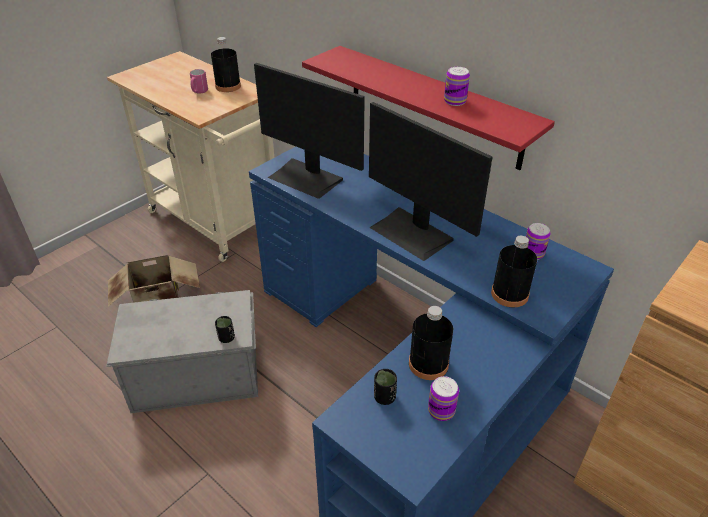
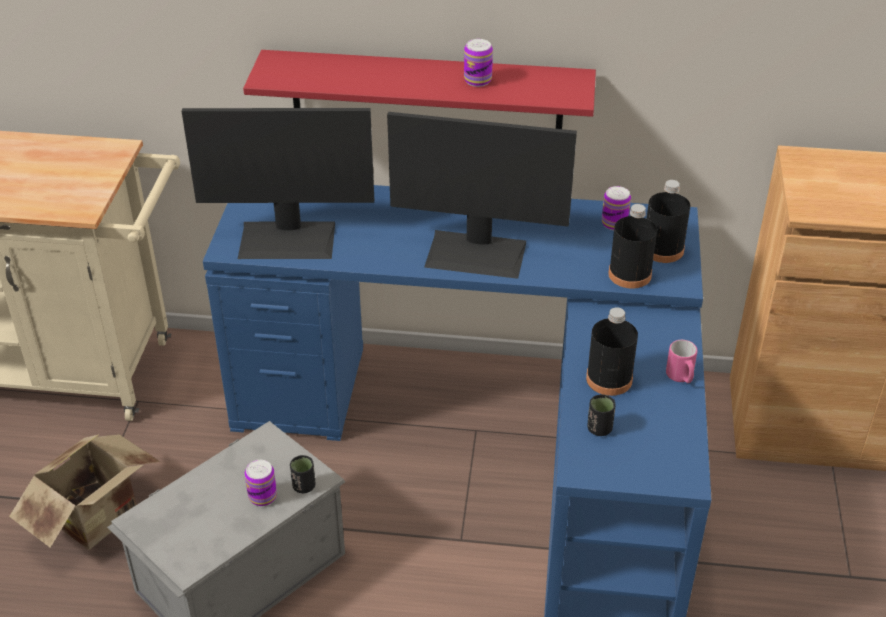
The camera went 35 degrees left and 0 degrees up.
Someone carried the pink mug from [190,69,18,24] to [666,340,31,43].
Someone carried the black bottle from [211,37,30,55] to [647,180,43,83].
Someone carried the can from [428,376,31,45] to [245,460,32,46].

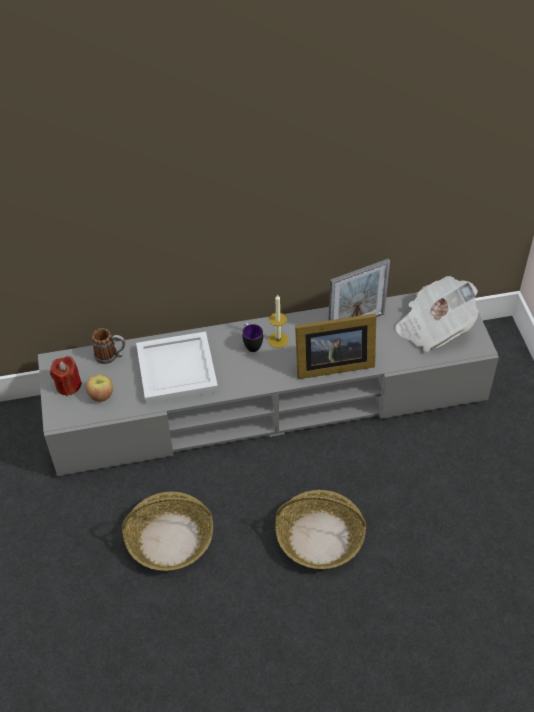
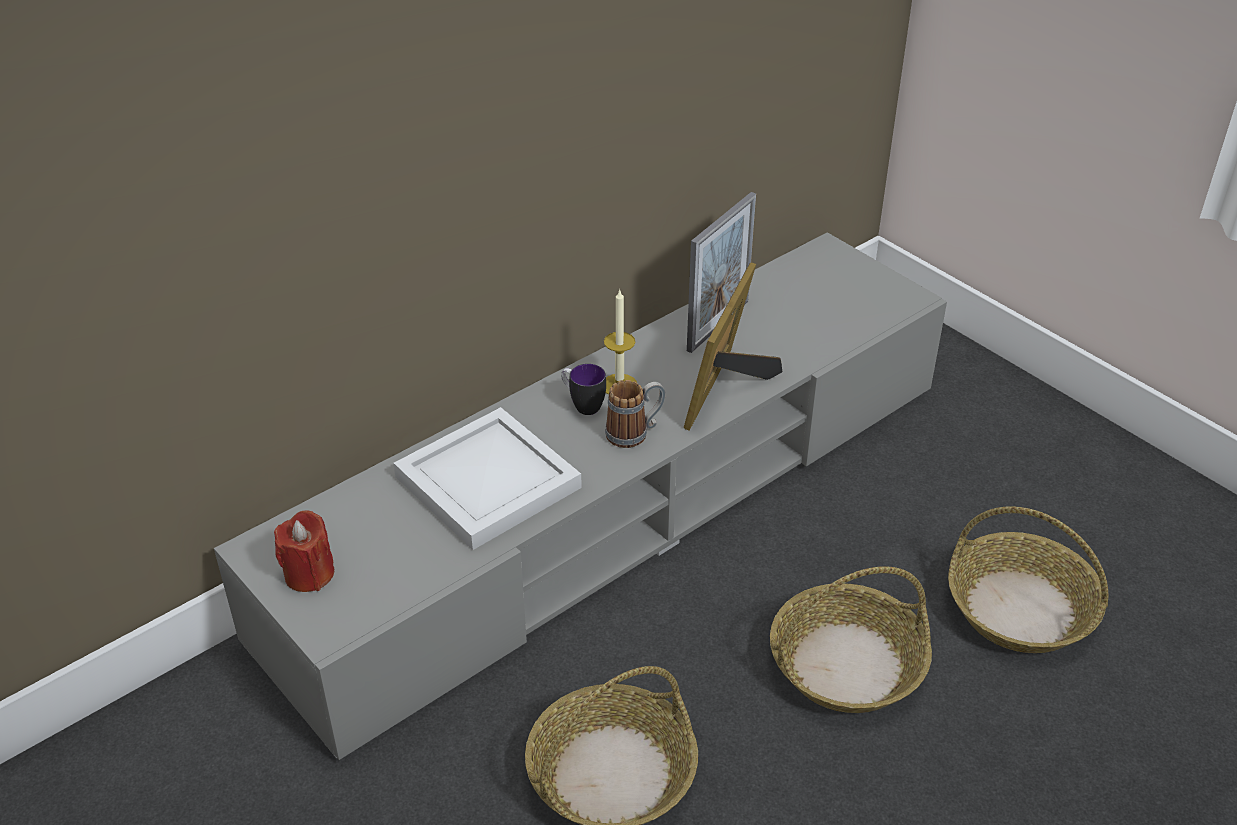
The camera went 30 degrees left and 10 degrees down.
Someone took away the apple at [86,374,27,28].
Someone took away the newspaper at [395,276,84,76].
Someone put down the basket at [948,506,160,147].
Someone carried the mug from [92,328,33,36] to [605,380,61,68].
Someone rotated the picture frame at [295,313,82,66] by 150 degrees clockwise.

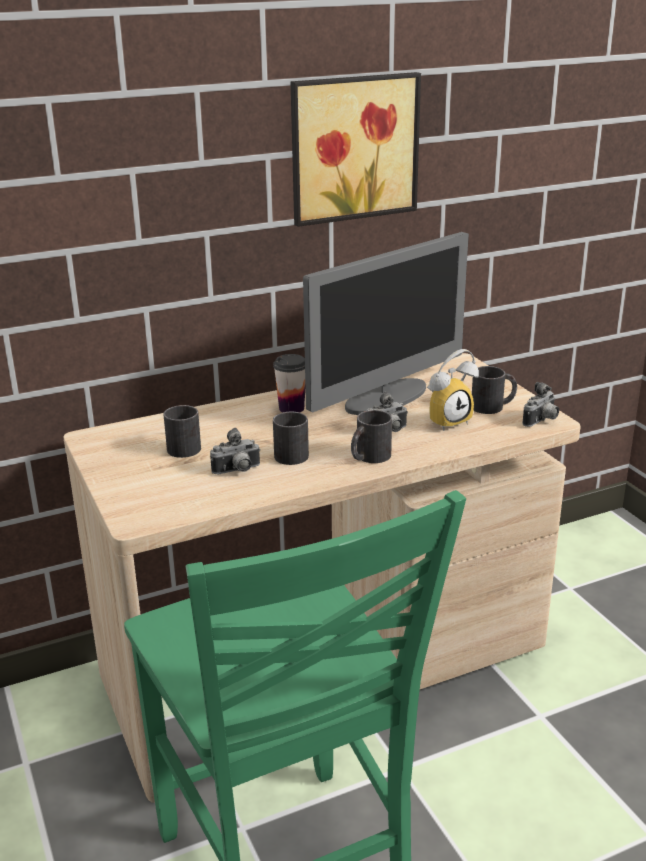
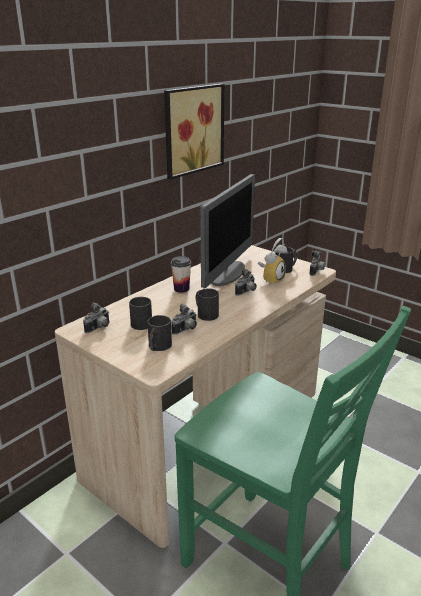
The camera went 25 degrees left and 0 degrees up.
Someone put down the photo camera at [83,302,27,31].
Someone carried the black mug from [351,410,41,53] to [147,315,25,36].

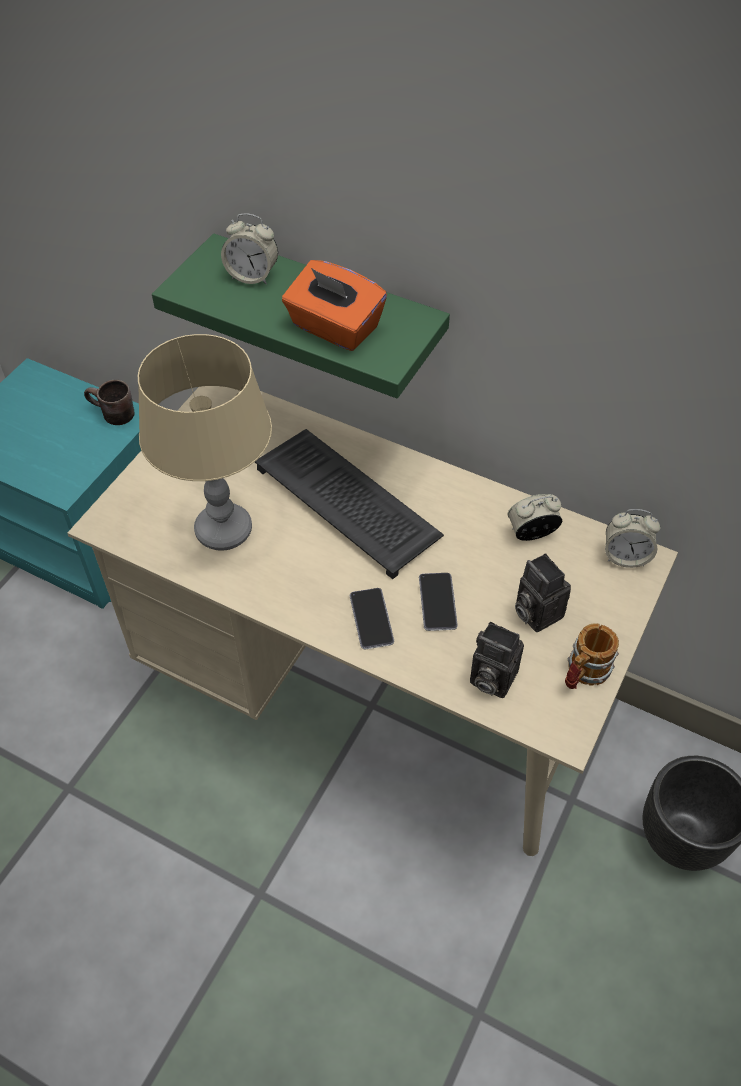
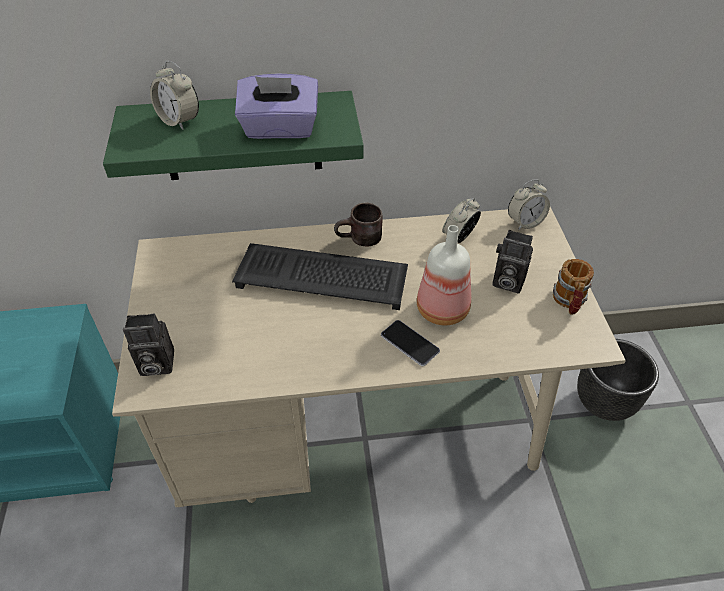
The camera went 35 degrees left and 5 degrees down.
Someone took away the beige table lamp at [138,334,134,217].
Someone carried the brown mug from [84,380,51,45] to [334,203,49,43].
Someone carried the photo camera from [470,622,54,76] to [123,313,51,63].
Someone swapped the phone at [419,573,39,58] for the bottle at [417,225,54,100].
Someone repainted the orange tissue box at [282,260,105,91], which became the purple tissue box at [235,73,83,66].
Someone rotated the alarm clock at [221,213,57,72] by 60 degrees clockwise.

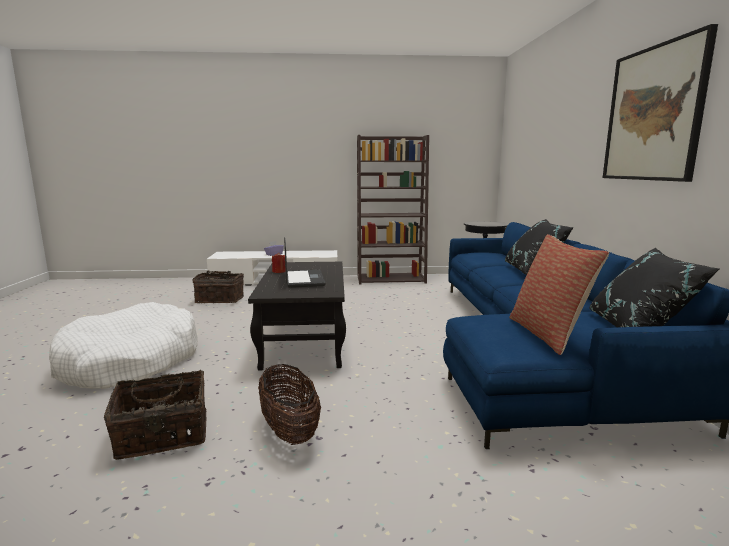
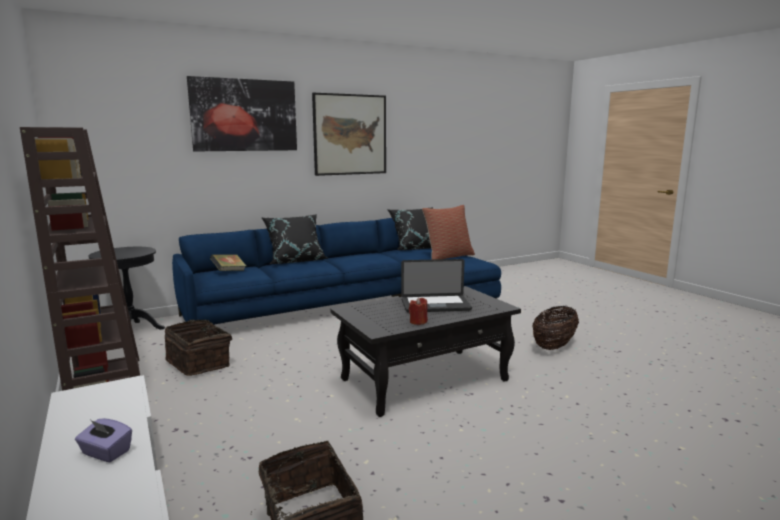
The camera went 115 degrees left and 0 degrees up.
Someone took away the white dog bed at [49,302,149,87].
Someone put up the picture at [187,76,110,75].
Someone put down the book at [210,254,36,17].
Someone carried the basket from [104,370,103,90] to [165,319,67,57].
Someone rotated the laptop at [284,238,42,50] by 150 degrees counterclockwise.

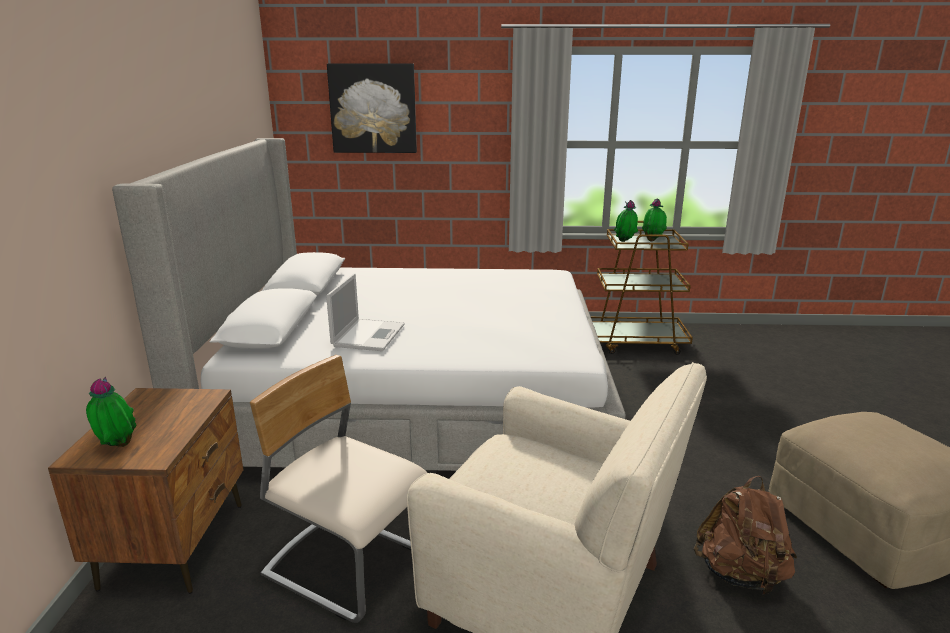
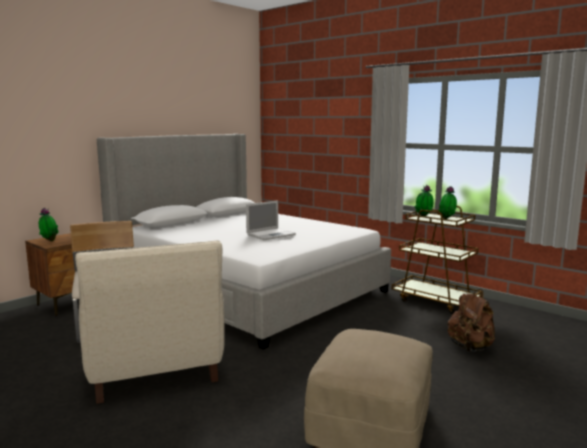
The camera went 40 degrees right and 10 degrees down.
Someone took away the picture at [327,63,90,90].
Someone carried the laptop from [326,273,79,78] to [246,200,50,40].
Someone carried the brown backpack from [694,476,103,120] to [447,289,48,63].

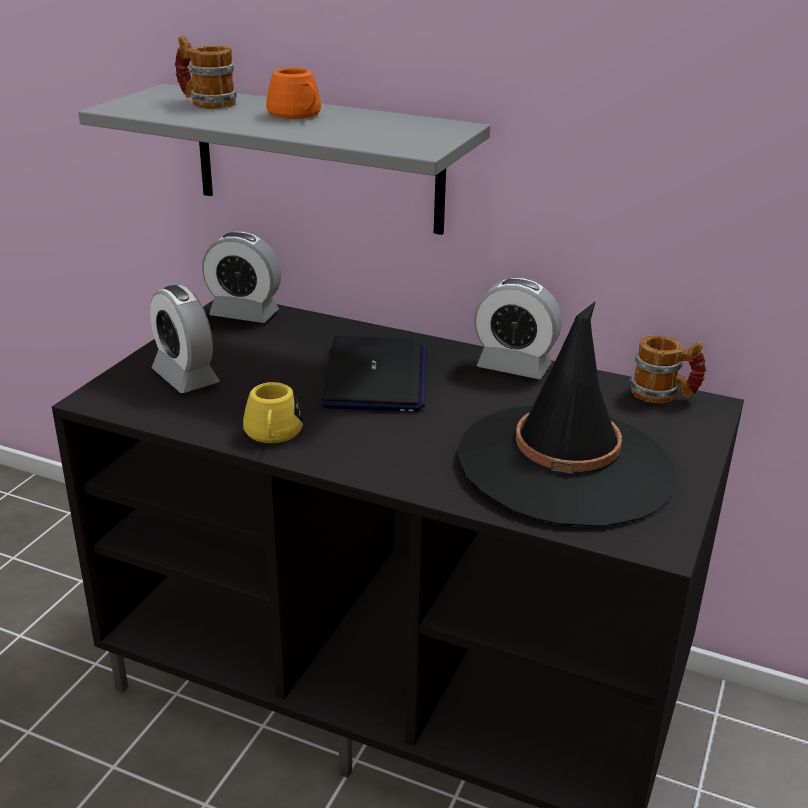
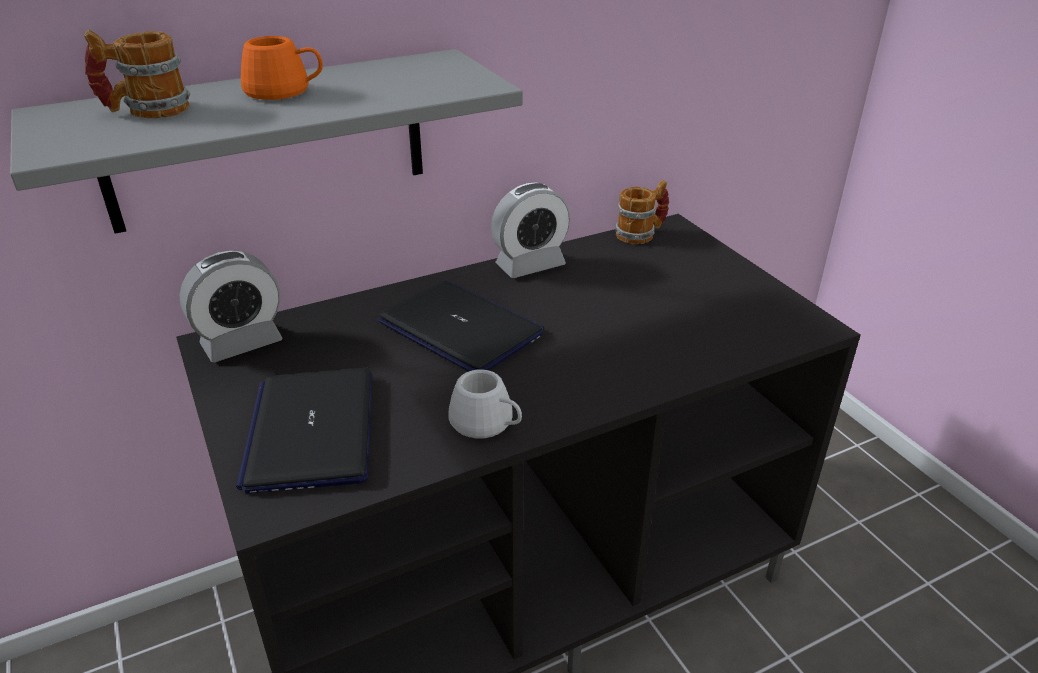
The camera went 50 degrees left and 5 degrees up.
Someone took away the black hat at [458,301,219,226].
Someone swapped the alarm clock at [150,285,70,108] for the laptop at [236,367,137,127].
Someone repainted the yellow mug at [243,382,60,61], which became the white mug at [448,370,74,68].

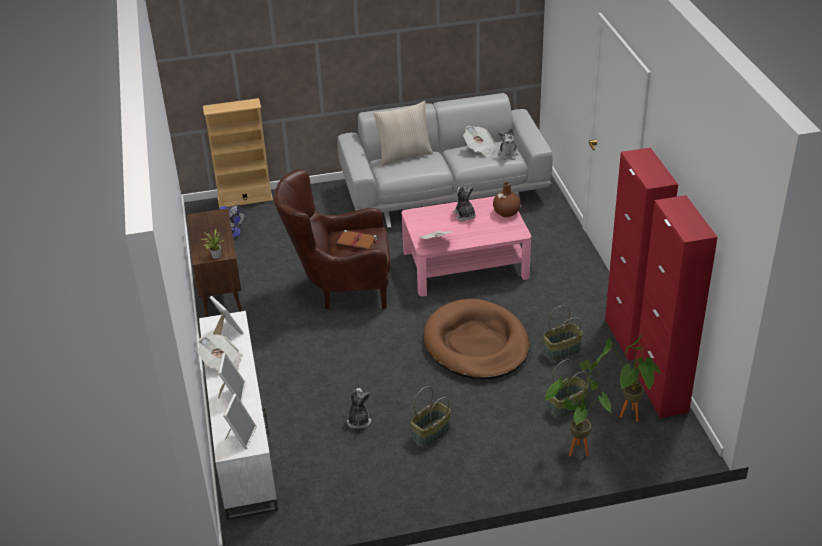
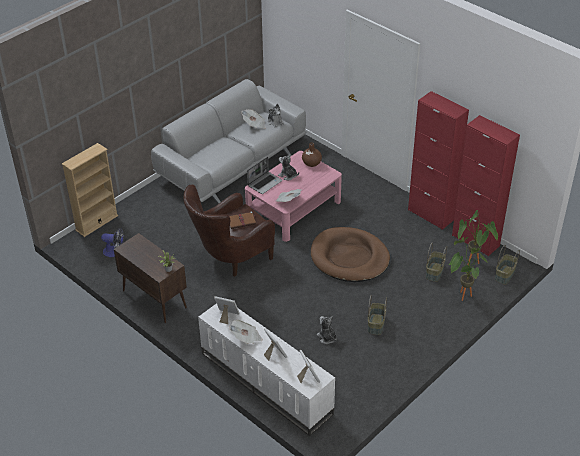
The camera went 35 degrees left and 5 degrees up.
Someone took away the beige pillow at [373,101,60,65].
Someone put down the laptop at [247,157,35,37].
Someone carried the basket from [543,306,40,55] to [495,245,25,39].

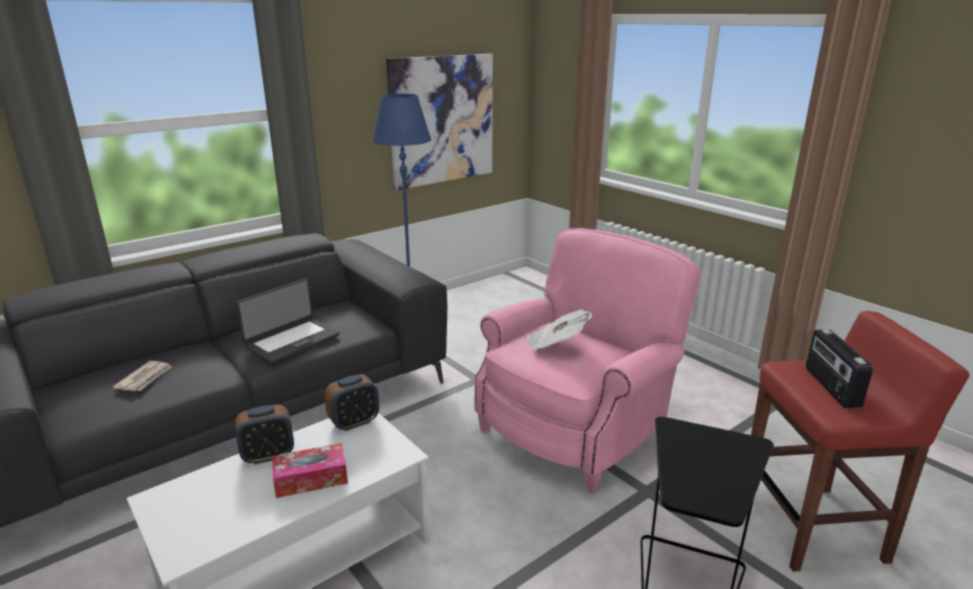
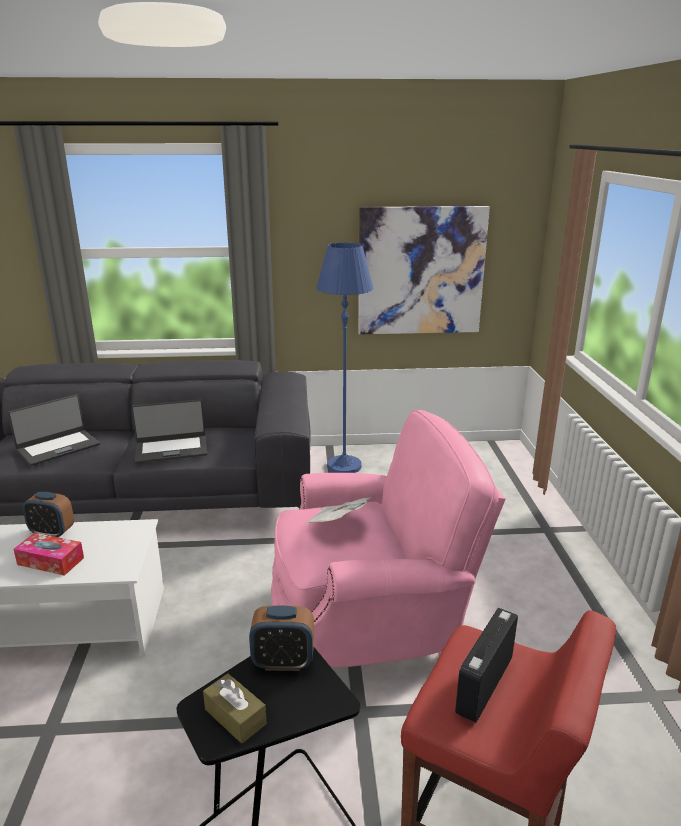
The camera went 35 degrees right and 0 degrees up.
Someone put down the brown tissue box at [203,673,64,71].
Someone carried the alarm clock from [325,374,54,57] to [249,605,65,66].
Someone swapped the newspaper at [113,361,59,30] for the laptop at [8,394,92,72].

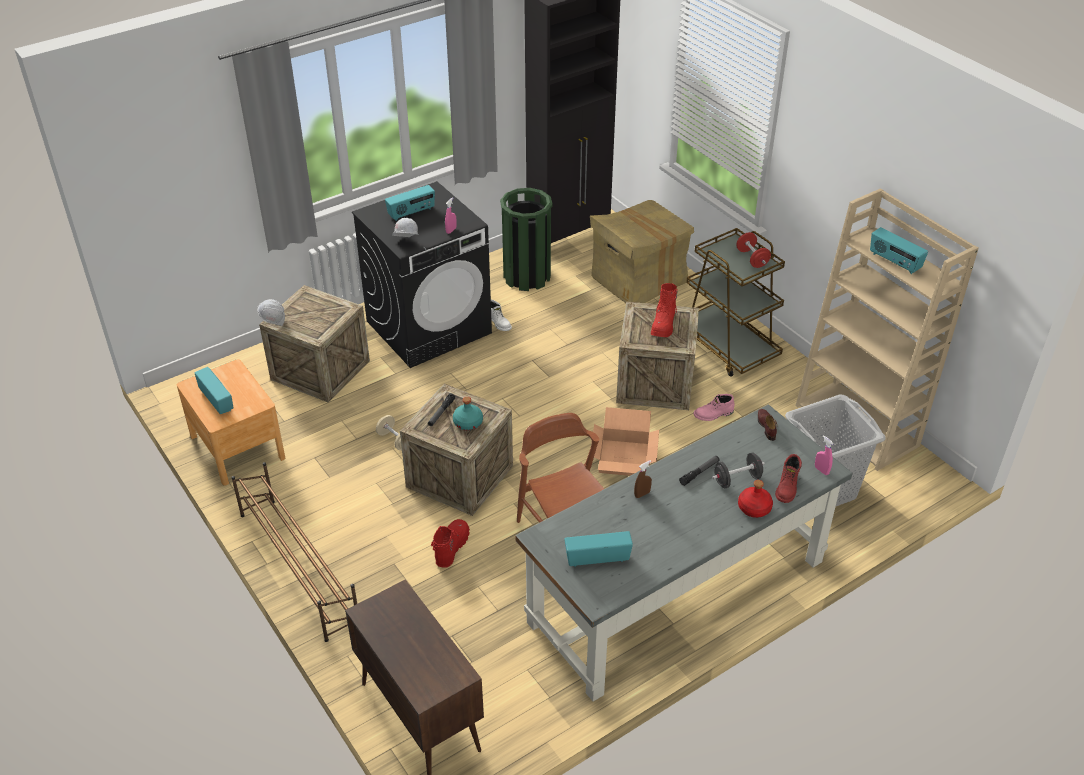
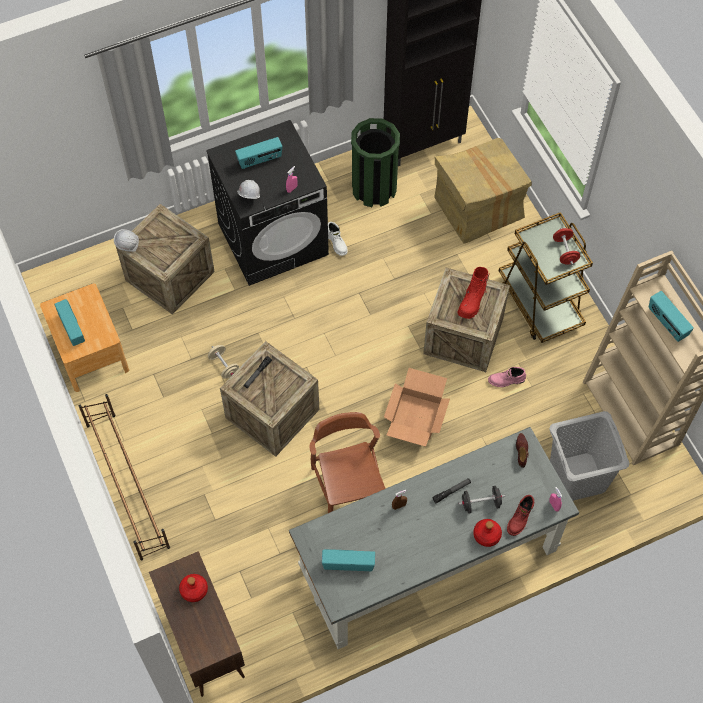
The camera went 10 degrees right and 20 degrees up.
Someone took away the red boot at [431,519,39,49].
Someone took away the turquoise bottle at [453,397,30,33].
Someone put down the red bottle at [179,574,29,28].

